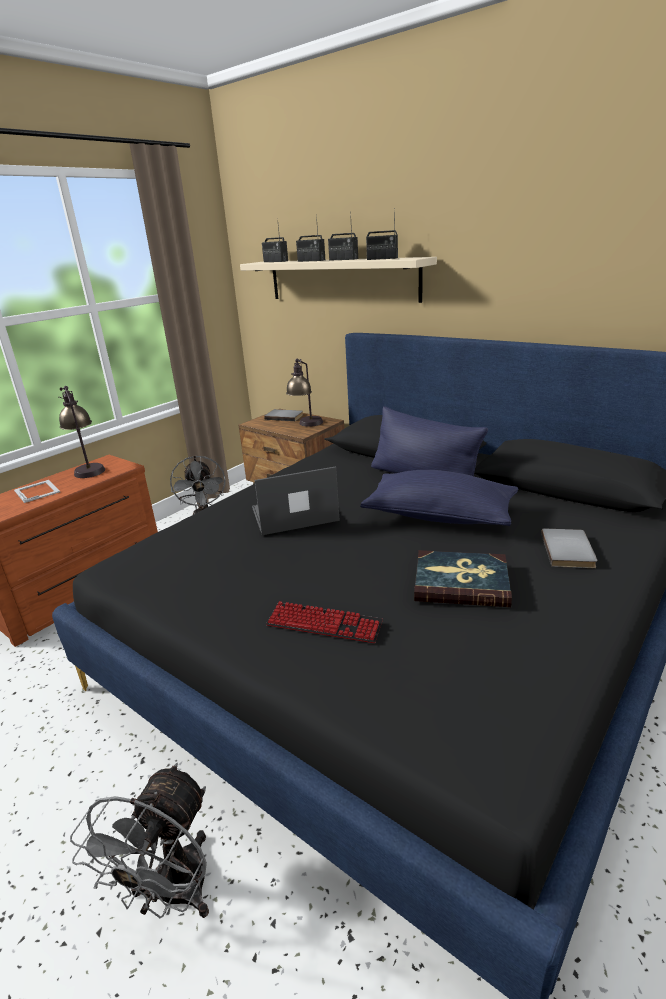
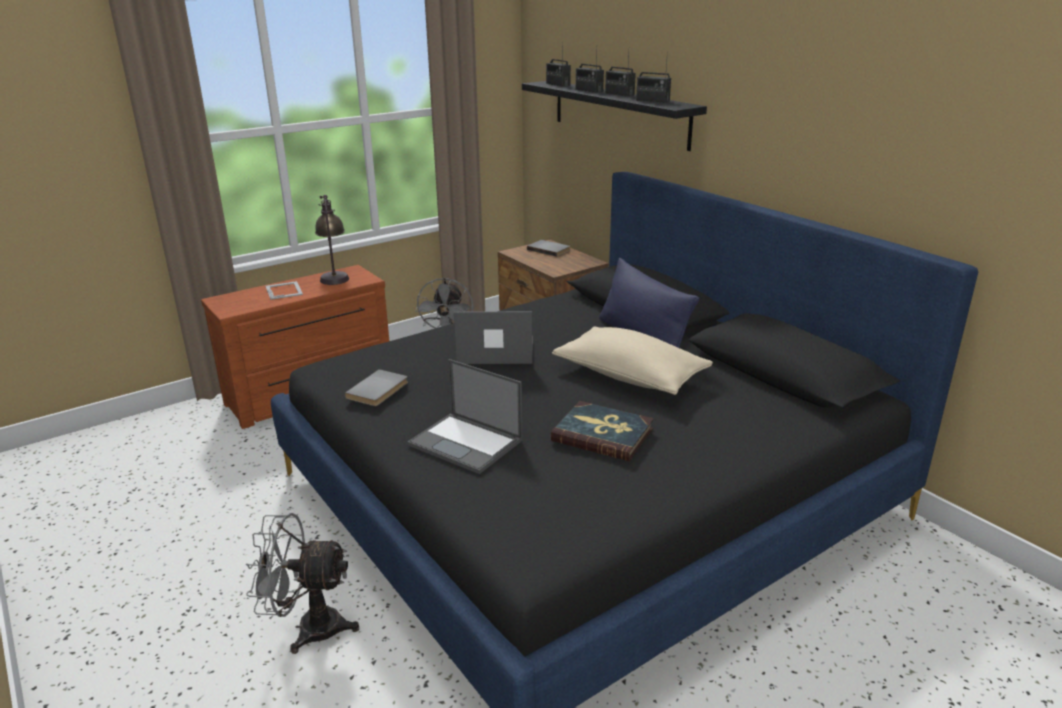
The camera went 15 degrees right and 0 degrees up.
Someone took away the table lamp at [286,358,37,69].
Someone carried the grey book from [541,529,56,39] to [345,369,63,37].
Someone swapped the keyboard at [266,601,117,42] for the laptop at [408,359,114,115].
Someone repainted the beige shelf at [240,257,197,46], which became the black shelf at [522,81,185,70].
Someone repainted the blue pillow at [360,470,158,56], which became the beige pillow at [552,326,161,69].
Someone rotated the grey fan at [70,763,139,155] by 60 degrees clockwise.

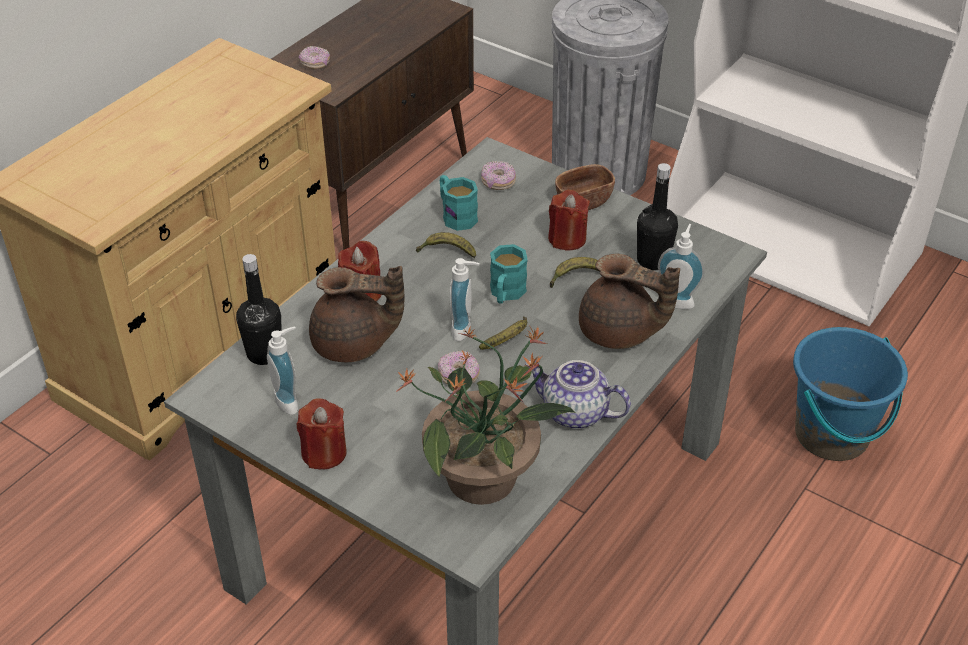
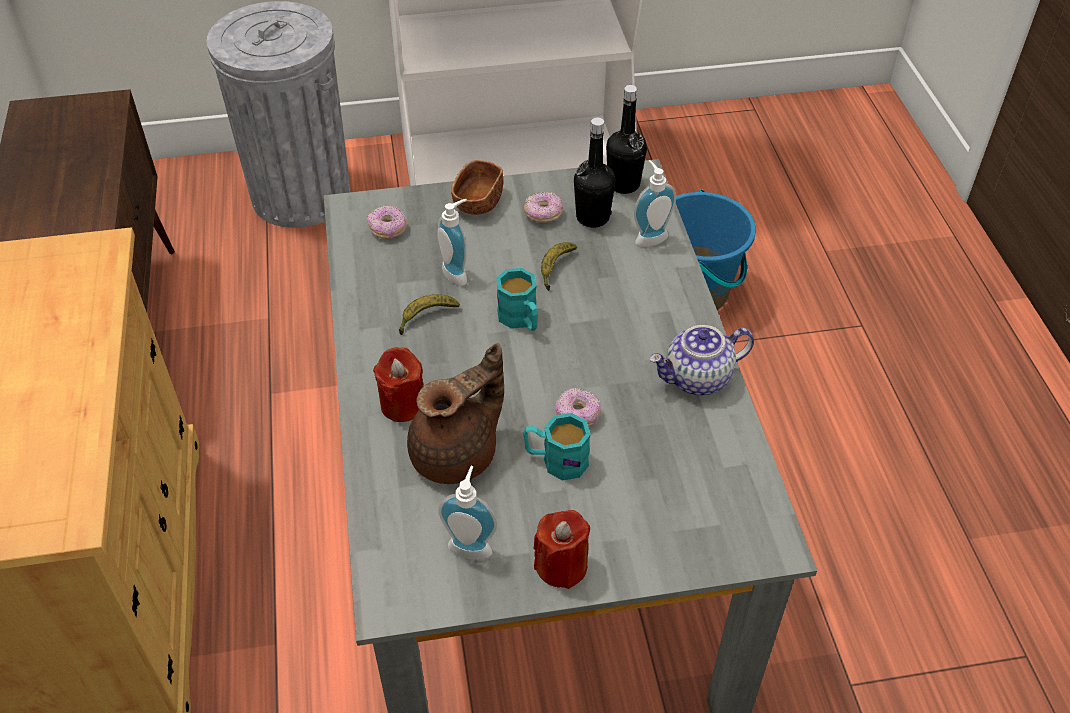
The camera went 45 degrees left and 5 degrees up.
Someone took away the potted plant at [396,325,179,180].
Someone took away the banana at [479,316,48,34].
Someone took away the red candle at [548,190,42,61].
Someone took away the brown teapot at [579,254,101,95].
Someone carried the black bottle from [236,254,46,111] to [606,85,41,109].
Someone carried the donut from [299,46,31,23] to [524,192,39,31].
Someone carried the turquoise mug from [440,175,38,56] to [523,413,68,67].
Someone carried the soap dispenser from [450,258,30,83] to [437,199,30,87].

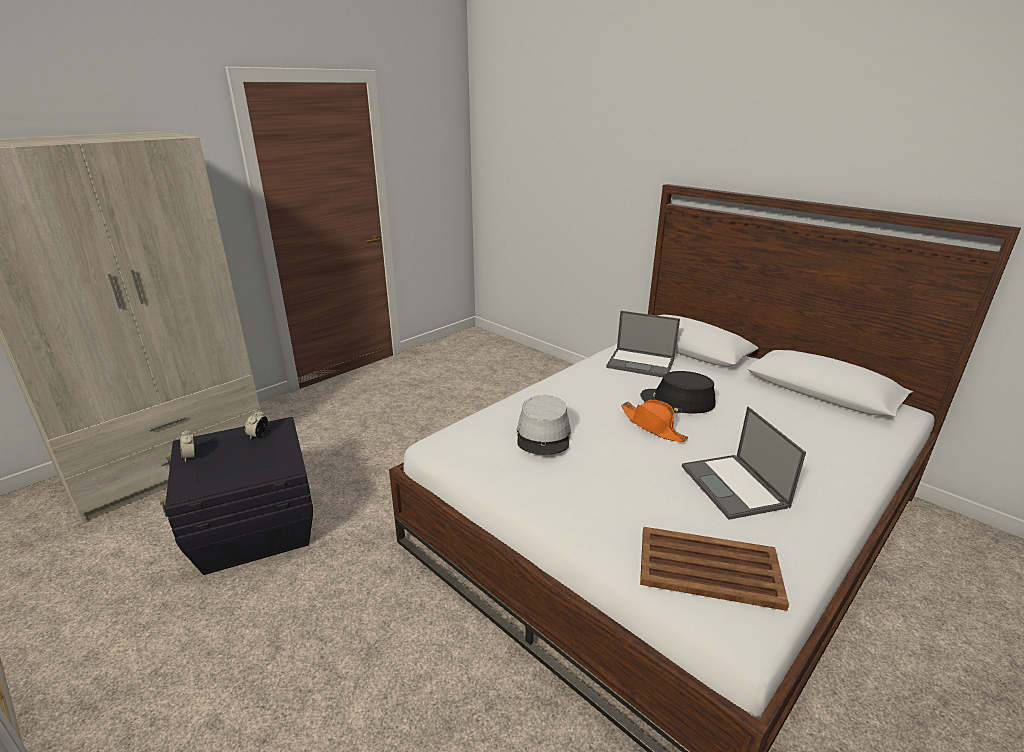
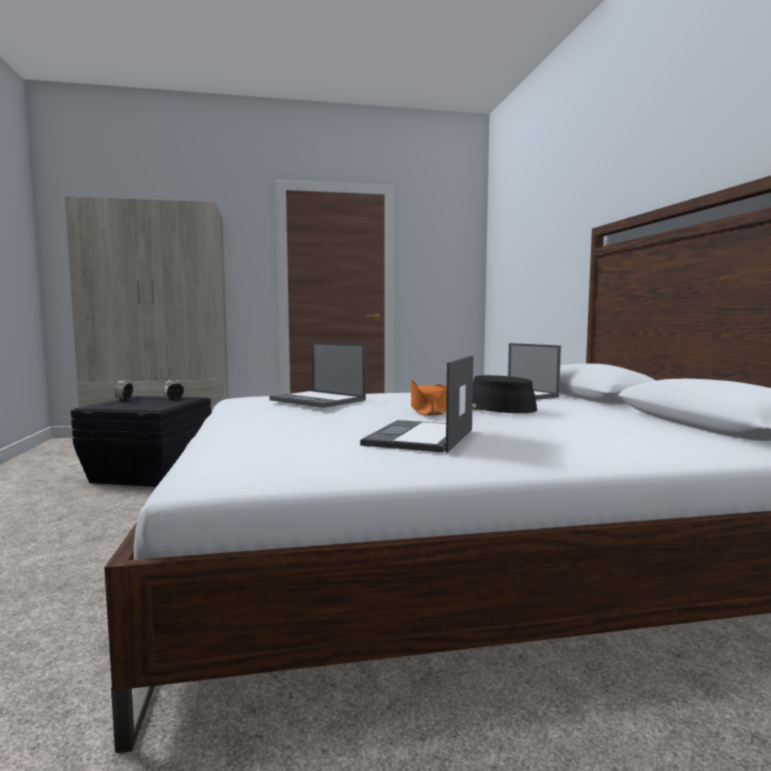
The camera went 35 degrees right and 20 degrees down.
Someone took away the brown tray at [640,527,149,84].
Someone swapped the grey hat at [517,395,54,60] for the laptop at [269,342,97,66].

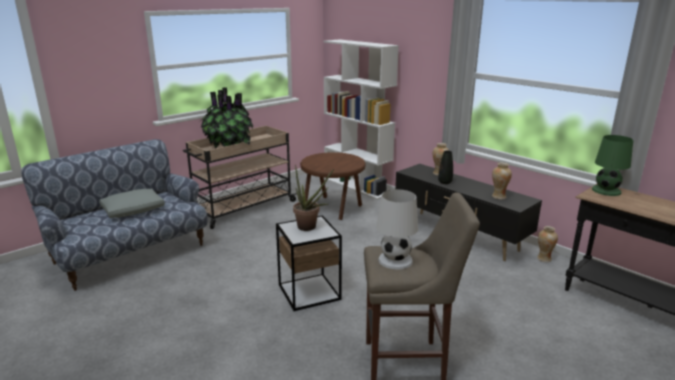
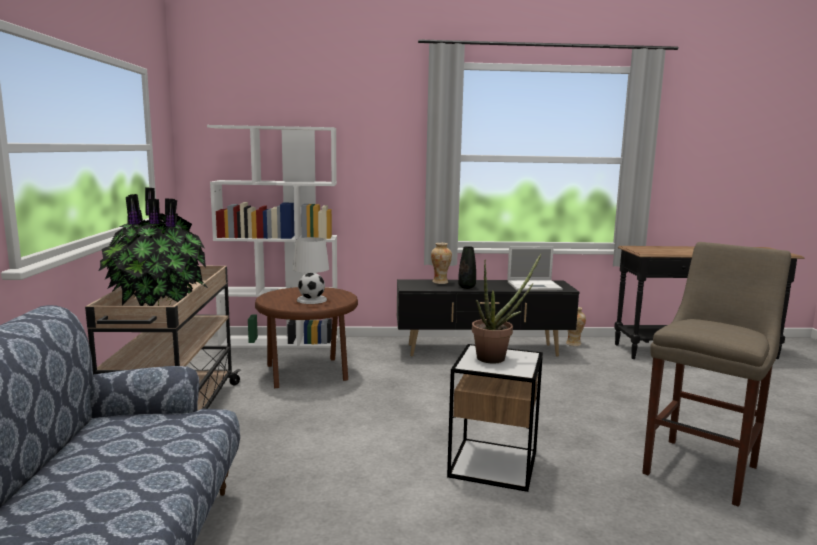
The camera went 50 degrees left and 10 degrees down.
Someone took away the grey pillow at [99,189,66,29].
Someone took away the green table lamp at [592,135,41,61].
Someone carried the white table lamp from [376,189,42,80] to [293,237,36,67].
Someone swapped the vase at [492,162,20,37] for the laptop at [507,247,56,43].

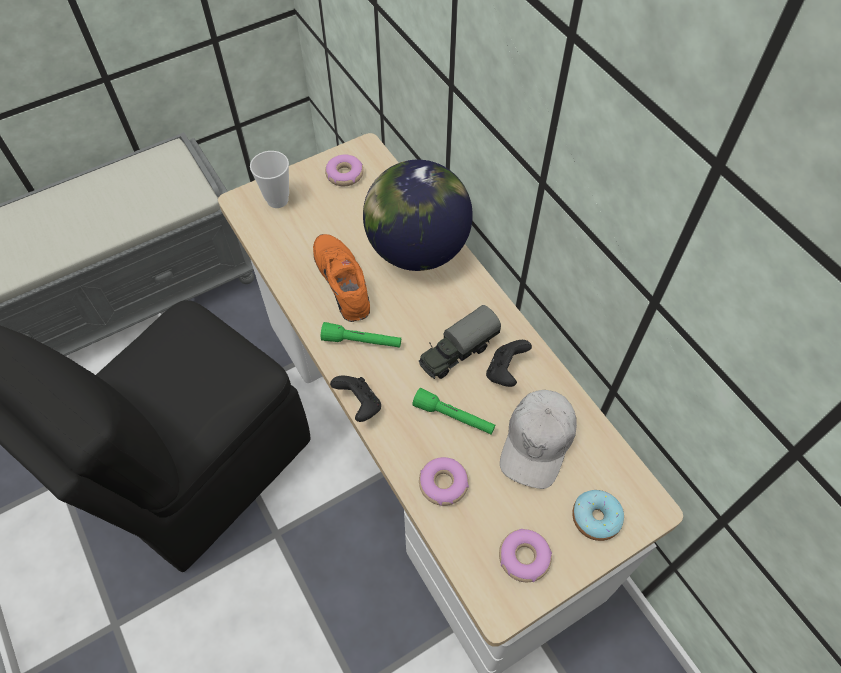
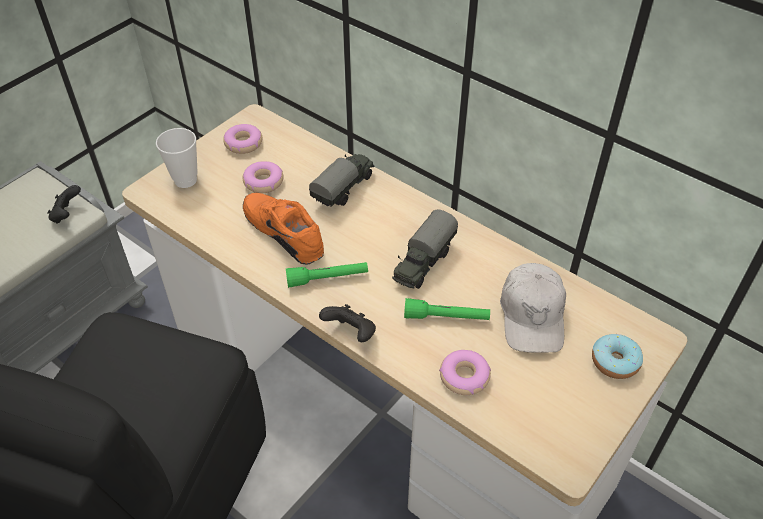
The camera went 20 degrees left and 10 degrees down.
Someone carried the black game controller from [486,340,46,47] to [47,185,34,39].
Someone carried the donut from [499,529,53,53] to [243,161,40,32].
Someone swapped the globe at [363,160,110,111] for the toy truck at [309,154,65,52].

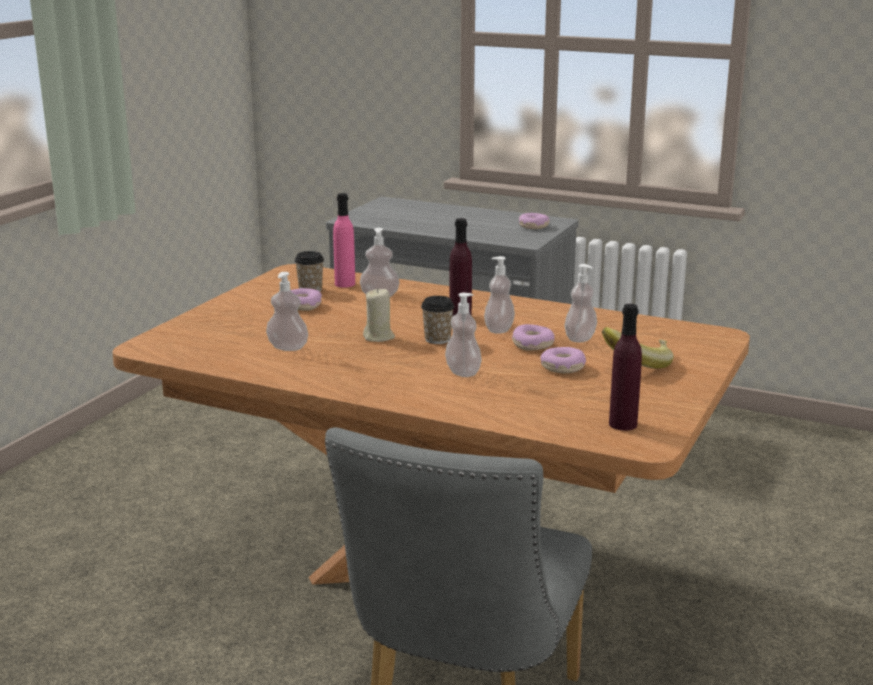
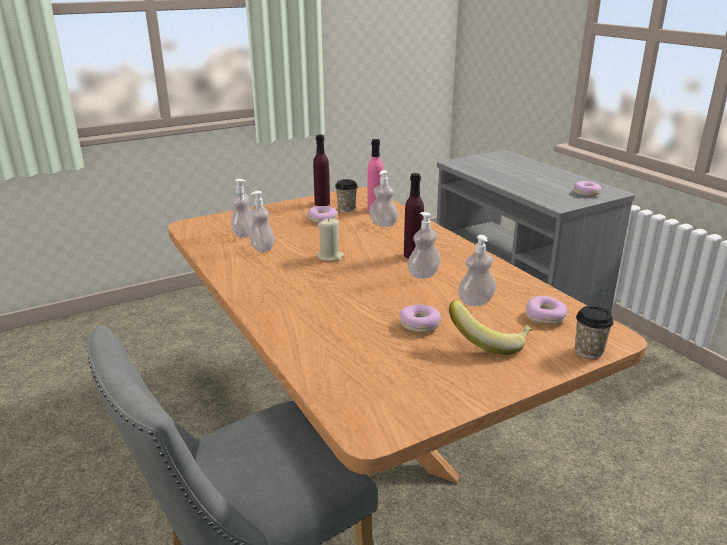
The camera went 35 degrees right and 5 degrees up.
Someone carried the cup from [421,296,33,48] to [575,306,39,52].
Someone carried the soap dispenser from [445,293,37,84] to [231,179,22,58].
Someone carried the donut from [512,324,43,27] to [526,296,42,28].
Someone carried the purple bottle from [609,304,33,127] to [313,134,17,72].

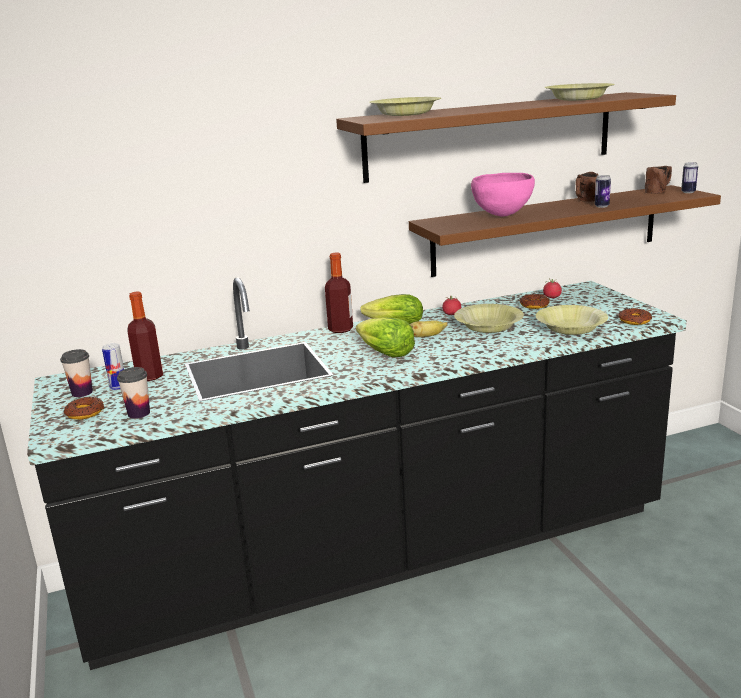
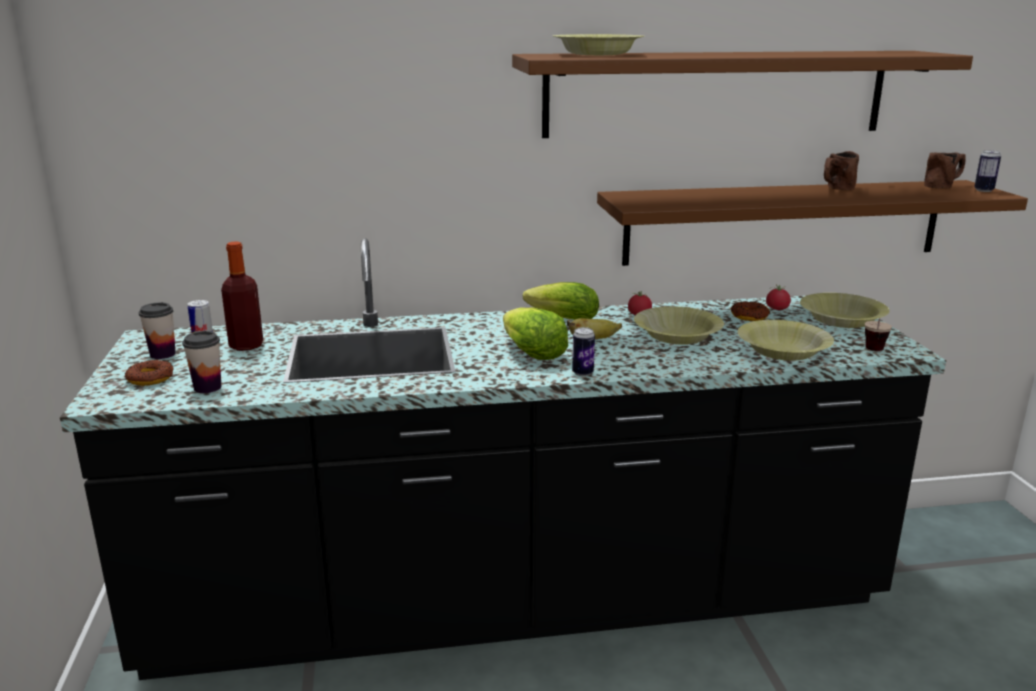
The camera went 10 degrees right and 0 degrees up.
Someone took away the bottle at [325,253,28,80].
Someone took away the pink bowl at [471,173,64,43].
Someone carried the yellow bowl from [545,83,70,18] to [800,293,90,35].
Someone carried the can from [595,175,16,33] to [572,327,23,49].
Someone swapped the donut at [618,308,34,17] for the cup at [865,318,27,33].

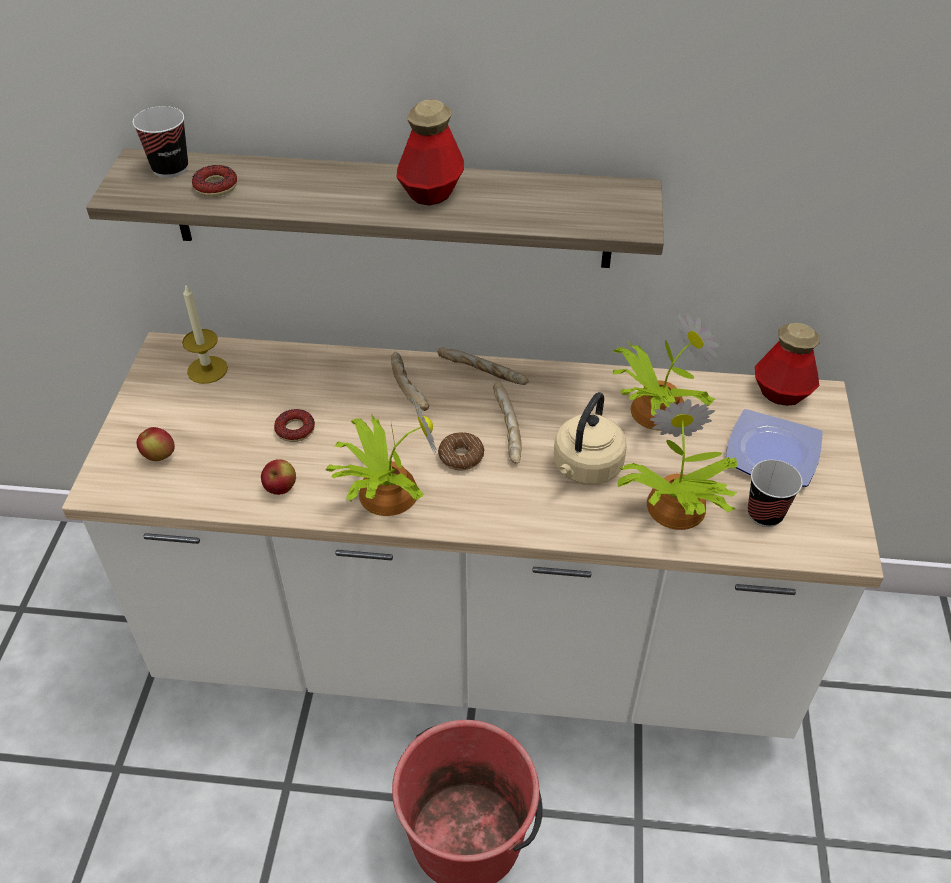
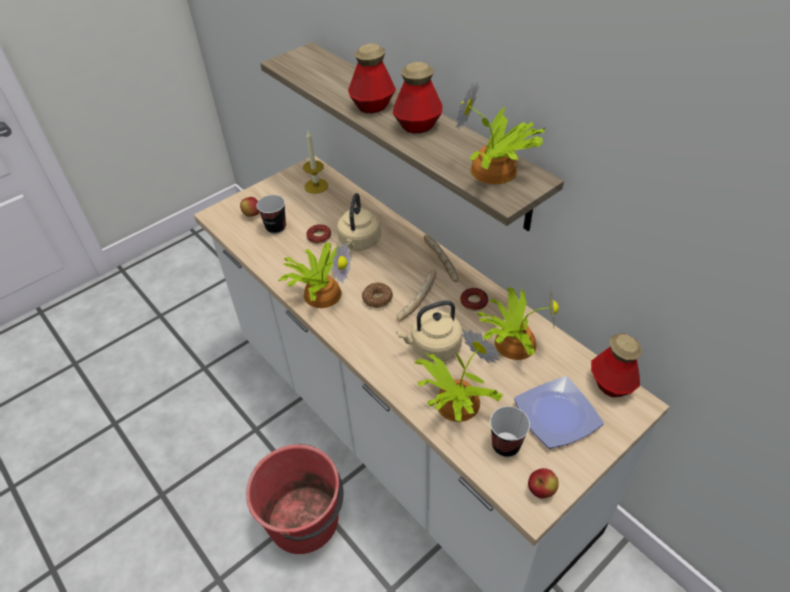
The camera went 45 degrees right and 0 degrees up.
Someone took away the bread at [391,352,38,59].
Someone put down the beige kettle at [337,193,44,58].
Someone put down the bottle at [348,44,48,69].
Someone put down the potted plant at [456,82,90,102].
Someone carried the cup from [133,106,55,72] to [257,195,29,39].
Someone carried the donut from [192,165,45,32] to [460,288,28,23].
Someone carried the apple from [261,459,35,36] to [528,468,31,31].

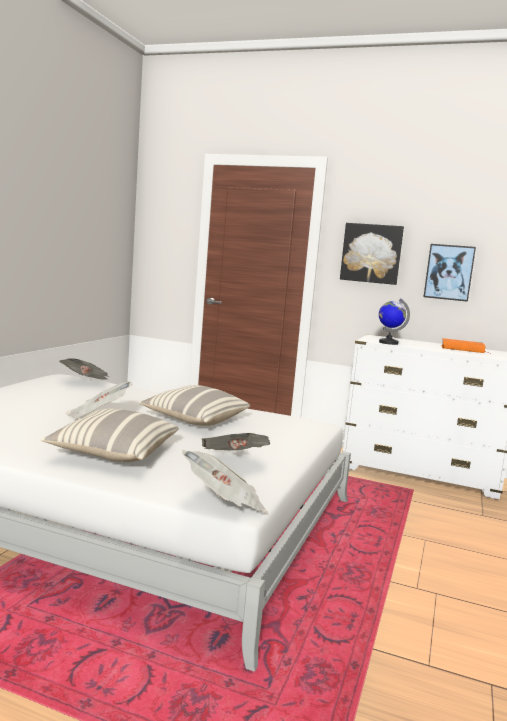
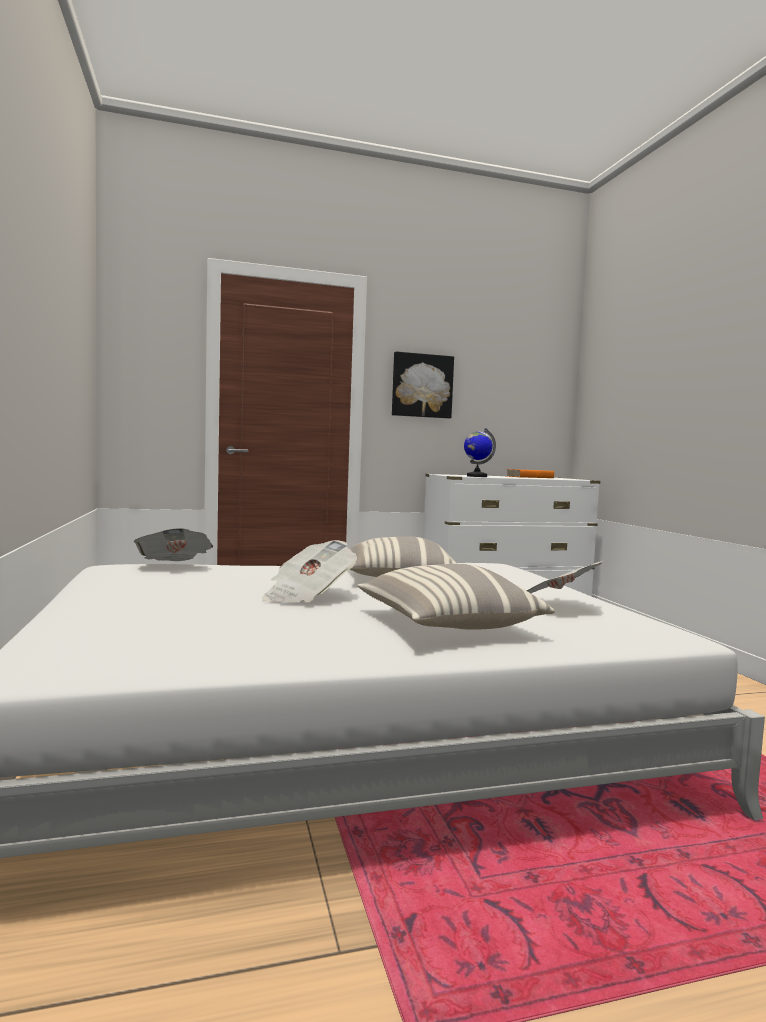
The camera went 35 degrees left and 5 degrees down.
Someone took away the newspaper at [182,450,85,63].
Someone took away the picture at [424,244,52,58].

